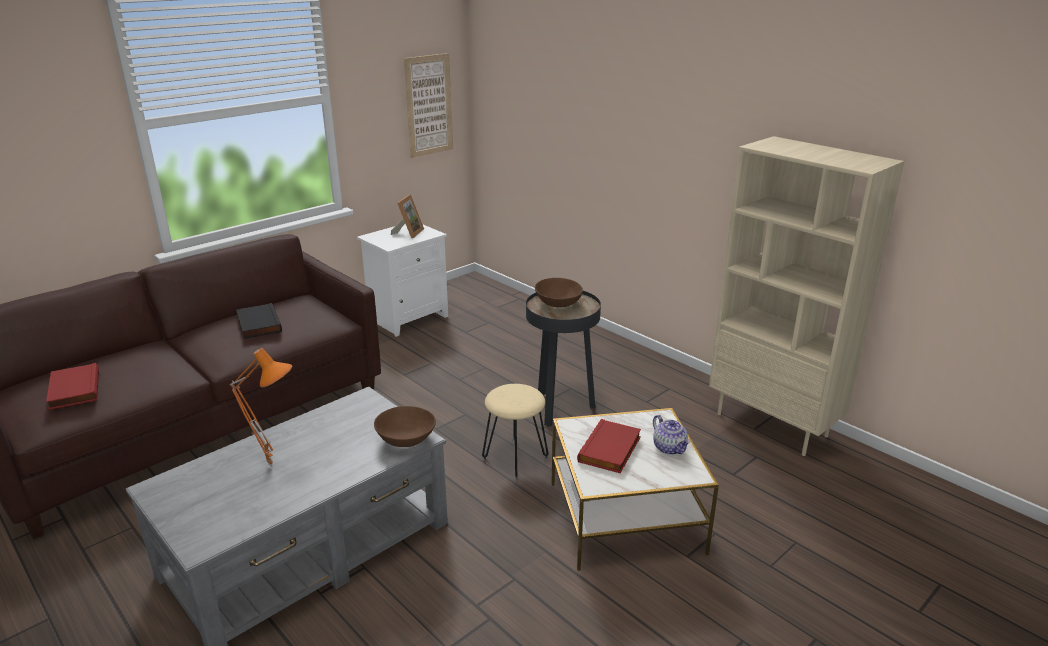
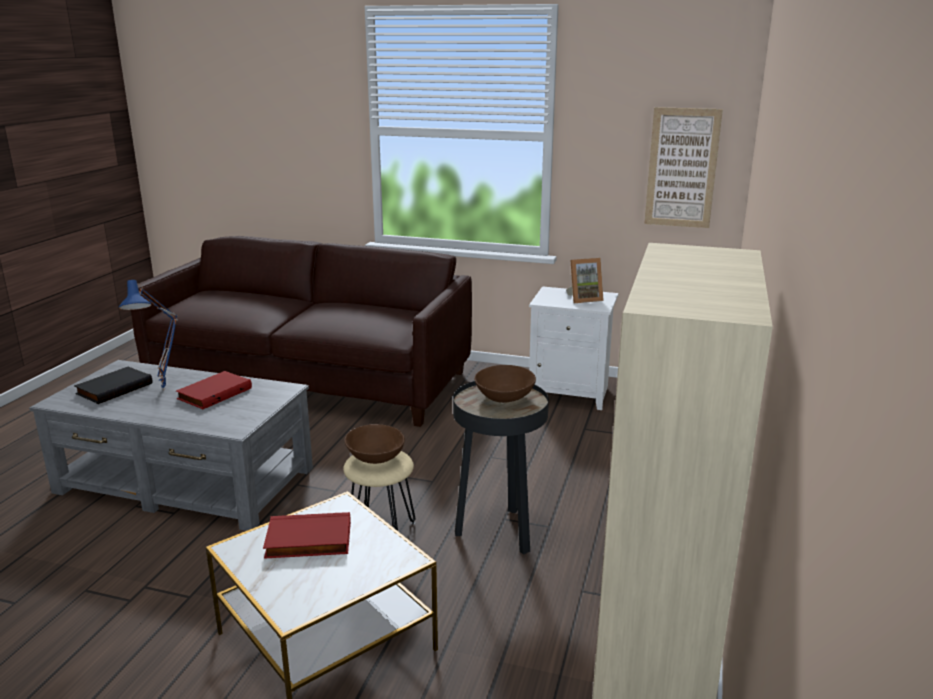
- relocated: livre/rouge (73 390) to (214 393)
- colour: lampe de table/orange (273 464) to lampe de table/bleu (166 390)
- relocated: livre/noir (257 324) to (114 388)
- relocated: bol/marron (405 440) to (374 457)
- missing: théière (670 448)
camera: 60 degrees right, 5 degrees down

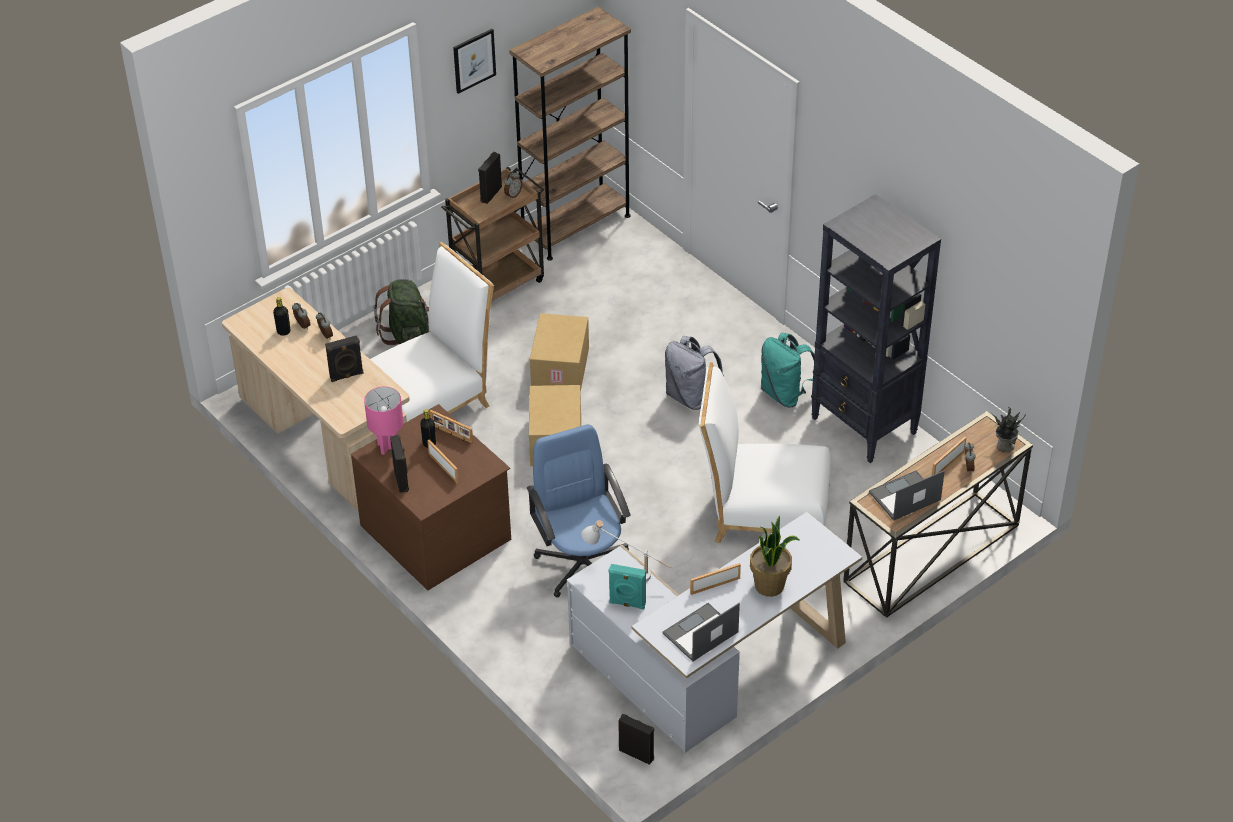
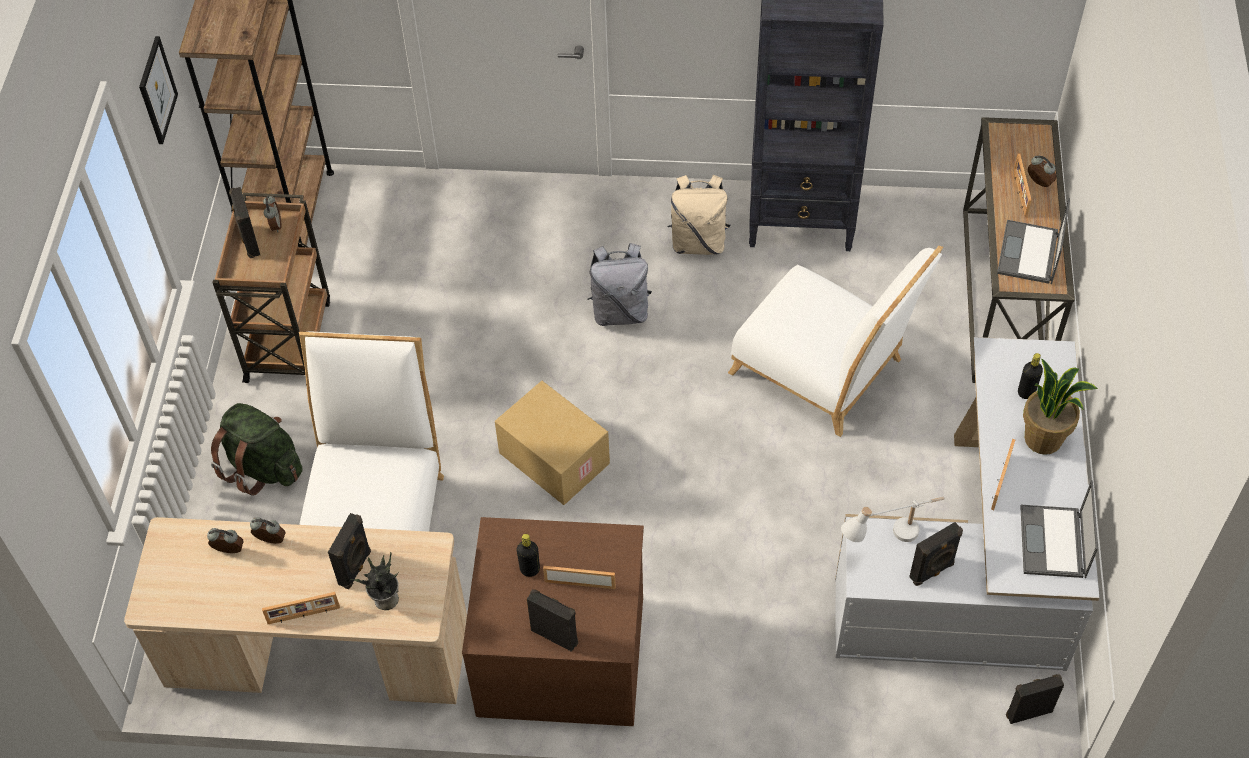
- relocated: bouteille/noir (283 332) to (1026 392)
- missing: lampe de table/rose (387 446)
- relocated: cadre photo (451 434) to (304 616)
- missing: chaise de bureau/bleu (582 564)
- missing: carton (561 369)
- colour: enceinte/turquoise (627 604) to enceinte/noir (932 571)
- spun: chaise/blanc (763 511) = (824 372) 105 degrees counterclockwise
- colour: sac à dos/turquoise (785 394) to sac à dos/beige (698 242)
- relocated: plante en pot (1004 446) to (385 600)
camera: 45 degrees left, 10 degrees up

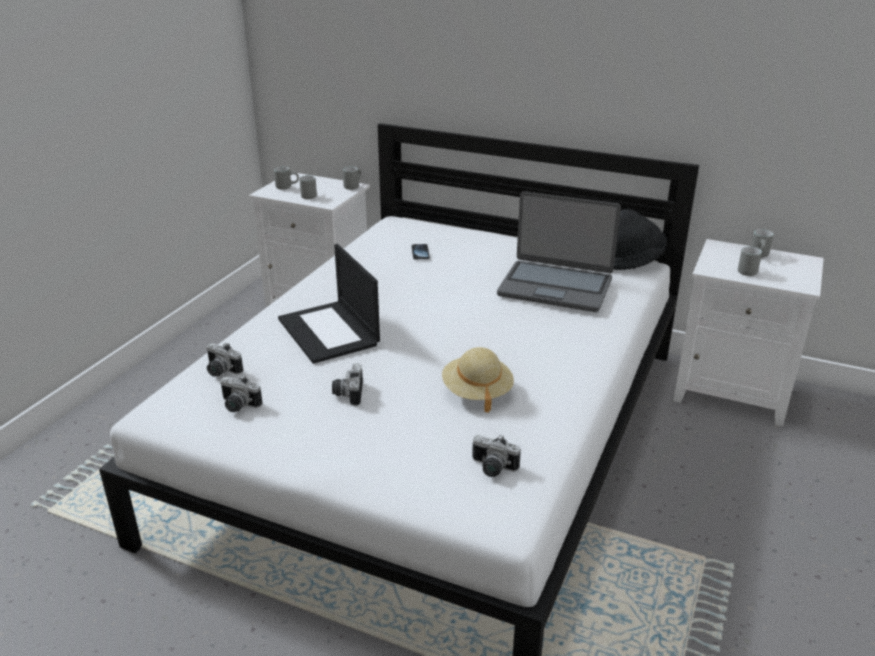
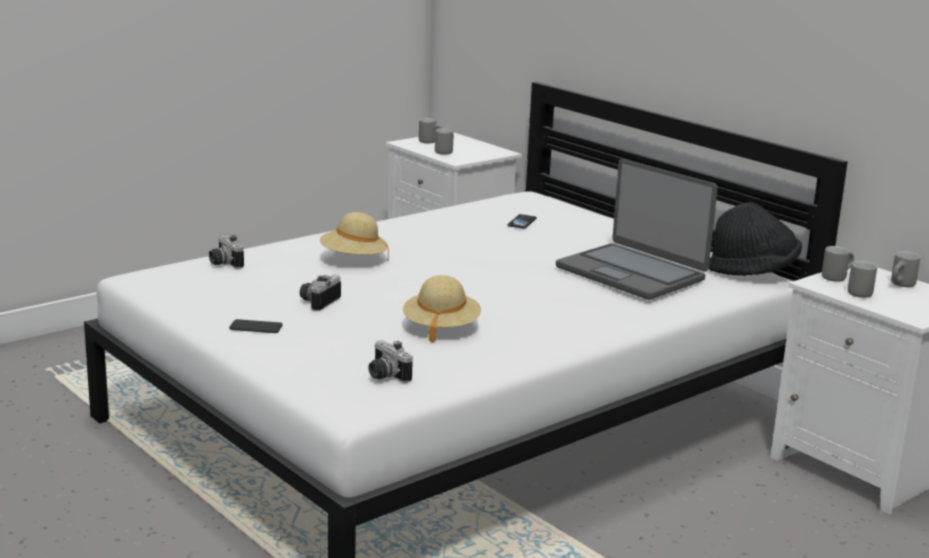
- missing: appareil photo (237 406)
- exchanged: ordinateur portable (329 332) to chapeau/beige (353 259)
- relocated: mug/gris (352 186) to (836 277)
- appeared: téléphone (256 327)
camera: 25 degrees right, 10 degrees down

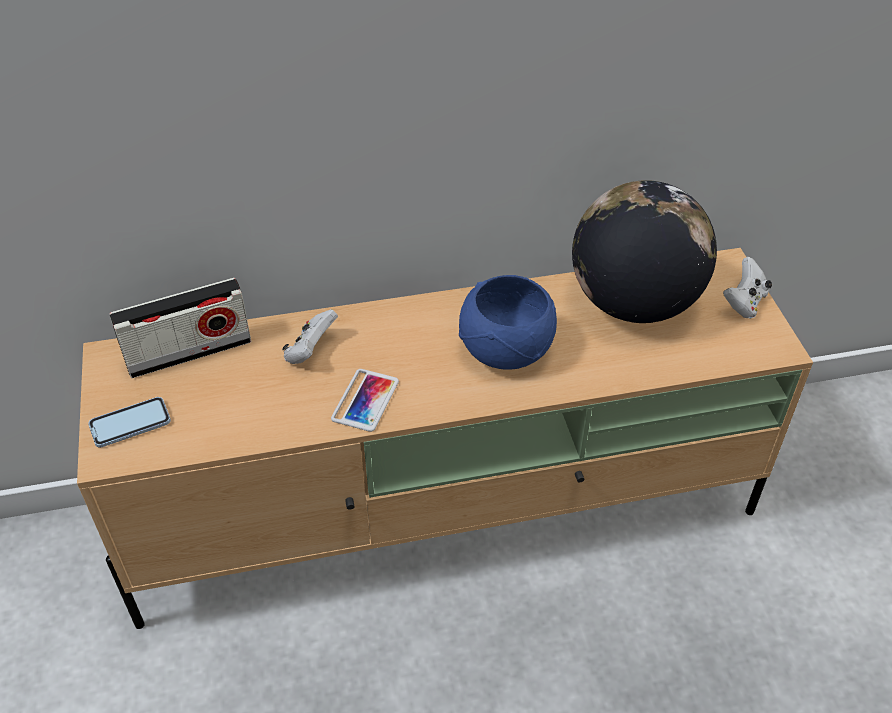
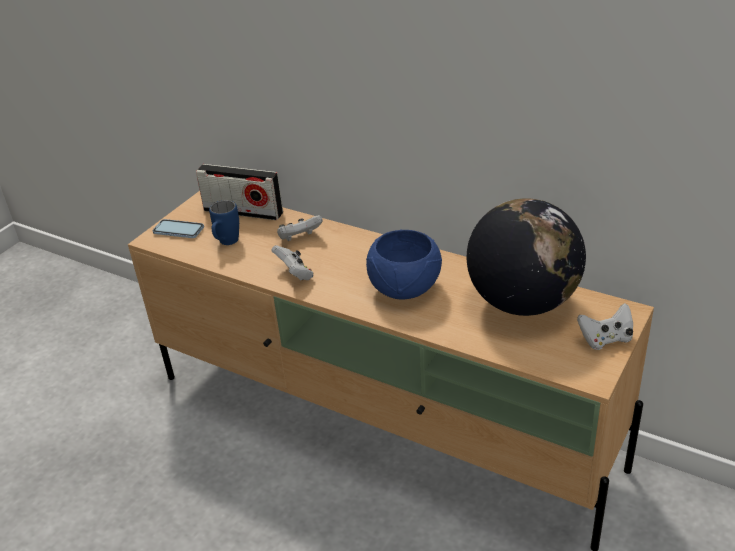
- exchanged: téléphone (365 400) to manette/blanc (295 274)
- appeared: mug/bleu (226 243)
camera: 45 degrees right, 10 degrees down

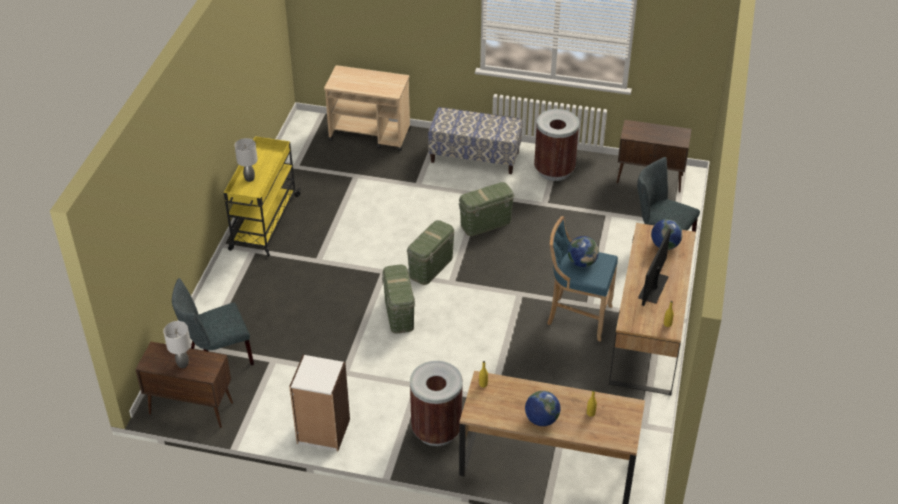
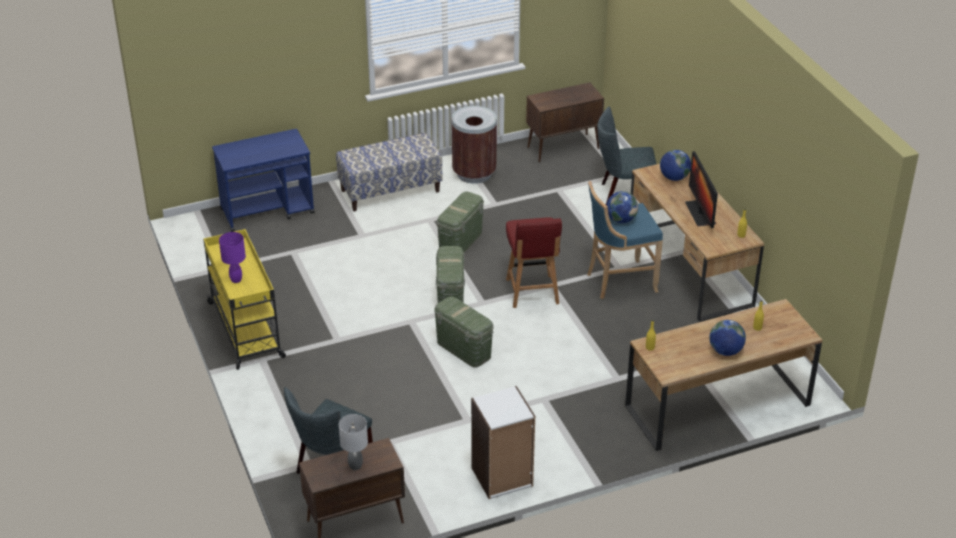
- colour: lampe de table/gris (249 179) to lampe de table/violet (236 280)
- colour: chariot/beige (370 135) to chariot/bleu (268 211)
- missing: poubelle/marron (436 430)
- appeared: chaise/rouge (532 292)
camera: 35 degrees left, 5 degrees down

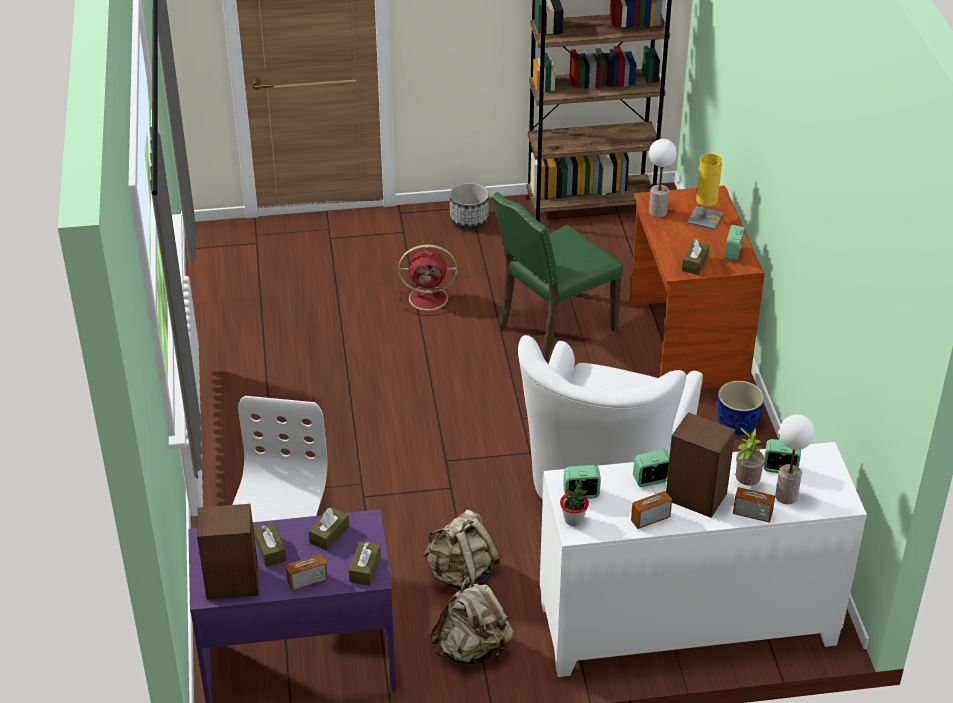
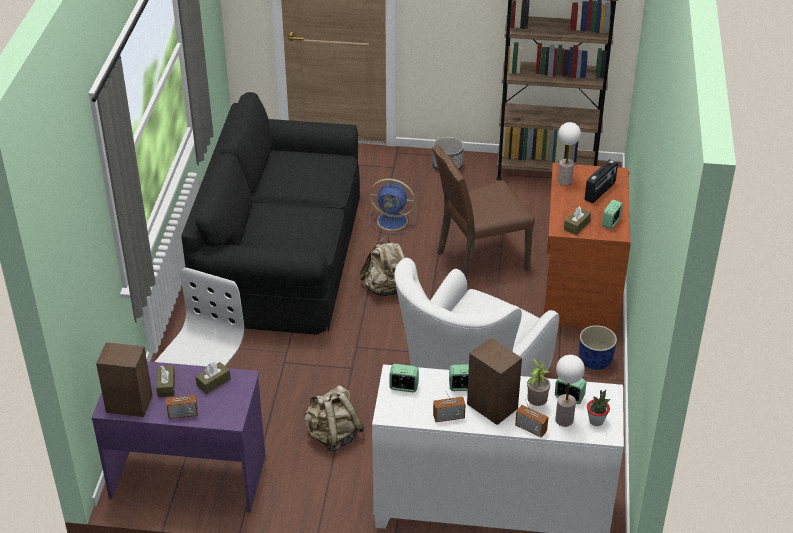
- missing: boîte à mouchoirs/marron (365 569)
- colour: ventilateur/rouge (430 298) to ventilateur/bleu (393 221)
- relocated: sac à dos/beige (472 649) to (387 289)
- colour: chaise/vert (553 328) to chaise/marron (479 260)
- relocated: plante en pot (573 519) to (596 421)
- exchanged: lampe de table/jaune (704 219) to radio (600 192)
- appeared: canapé/noir (281 255)
camera: 15 degrees right, 0 degrees up

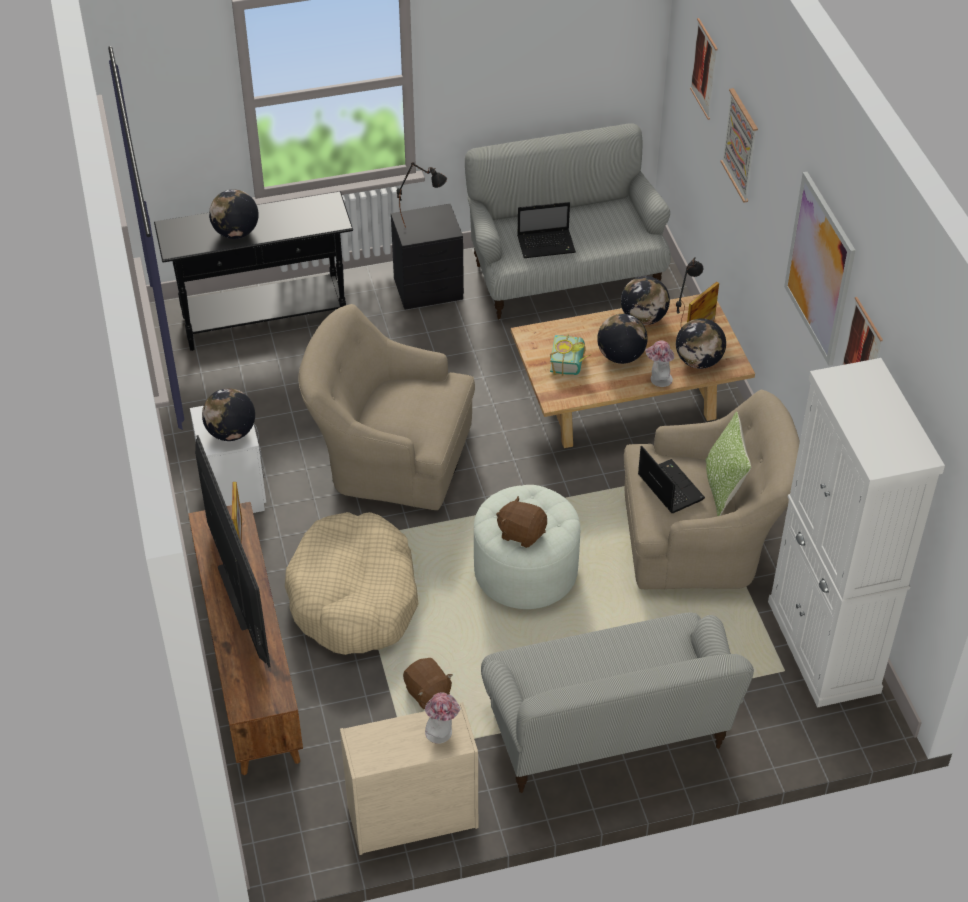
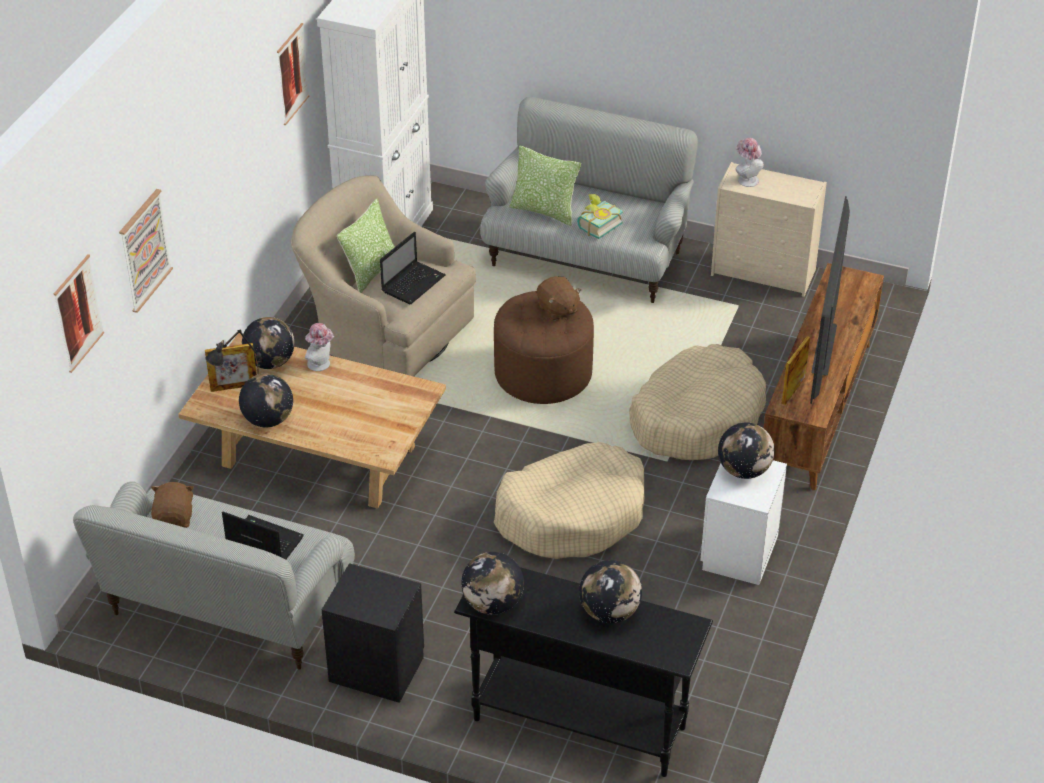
- exchanged: fauteuil/beige (389 456) to panier pour chien/beige (572 515)
- missing: lampe de table/noir (423 224)
- relocated: peluche/marron (427 693) to (175 518)
- colour: pouf/blanc (525 570) to pouf/marron (543 373)
- relocated: livre (571 363) to (596 225)
- relocated: globe (621 356) to (492 604)
- spun: ordinateur portable (669 487) = (414 283) 150 degrees counterclockwise
- missing: tableau (820 268)
- appeared: coussin (544 211)
camera: 145 degrees left, 5 degrees down

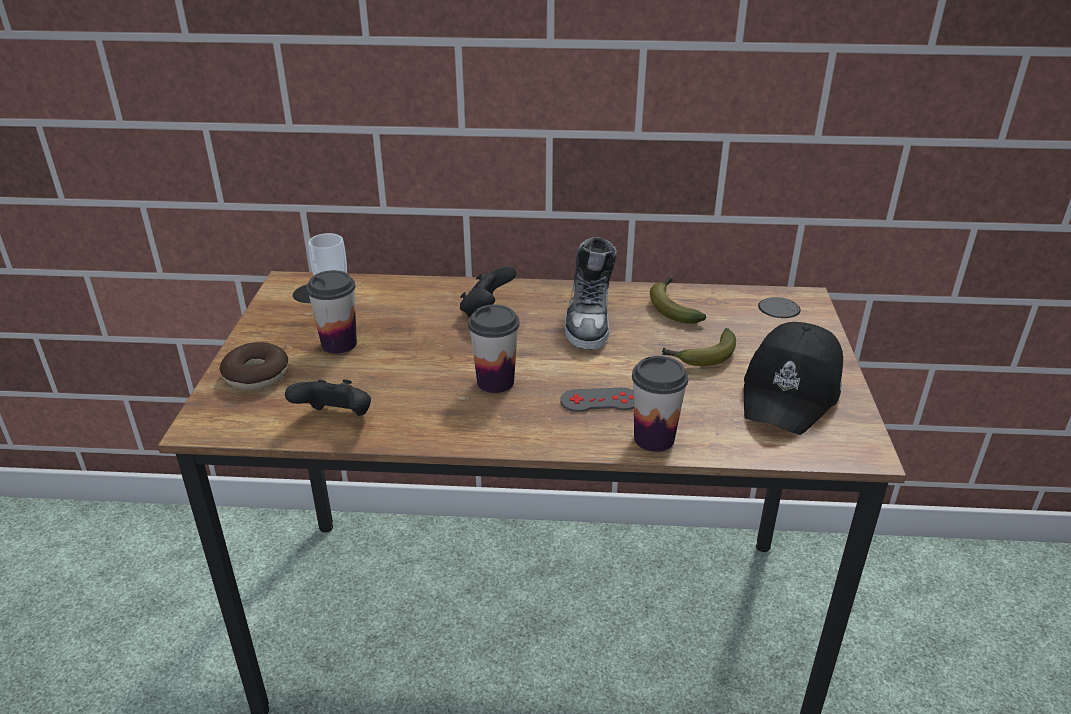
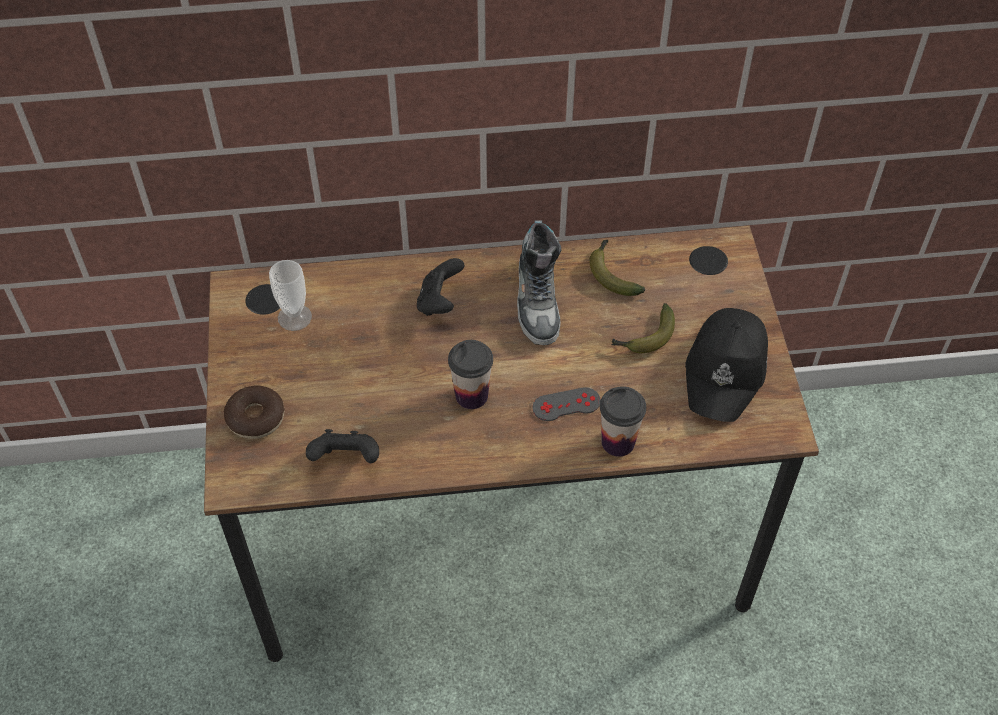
- missing: tasse (339 344)
camera: 10 degrees left, 20 degrees up

